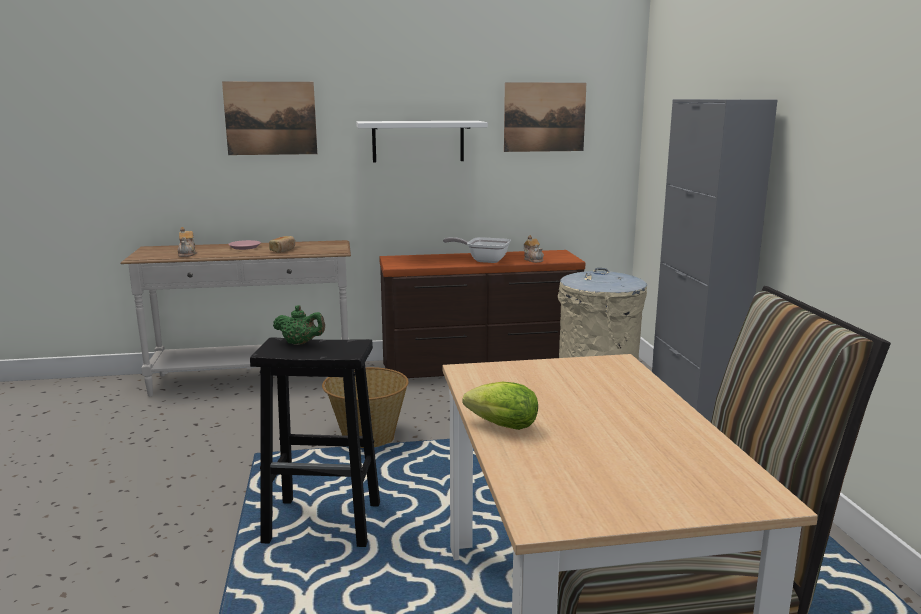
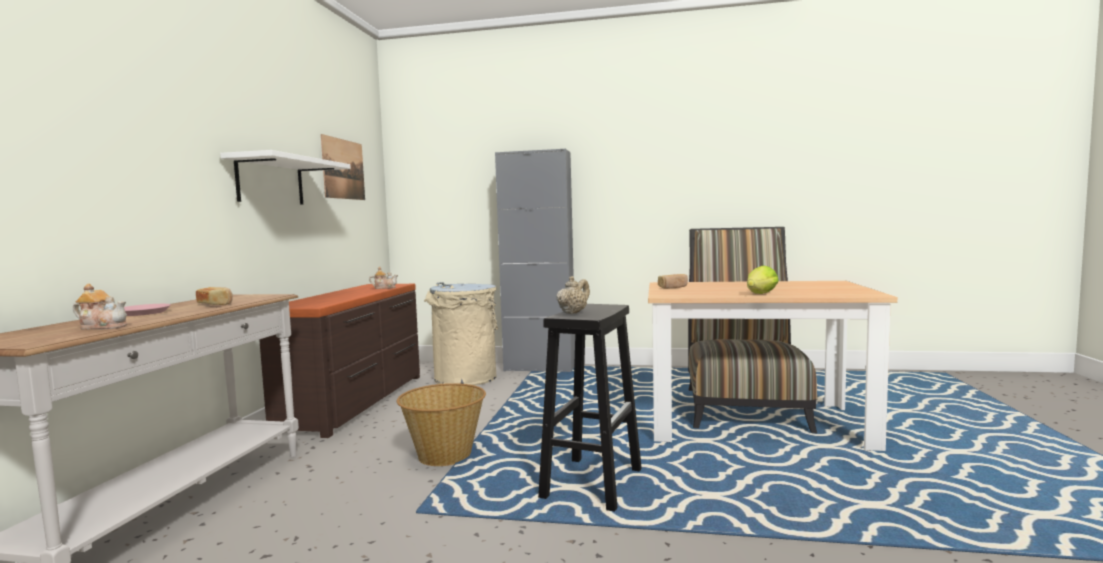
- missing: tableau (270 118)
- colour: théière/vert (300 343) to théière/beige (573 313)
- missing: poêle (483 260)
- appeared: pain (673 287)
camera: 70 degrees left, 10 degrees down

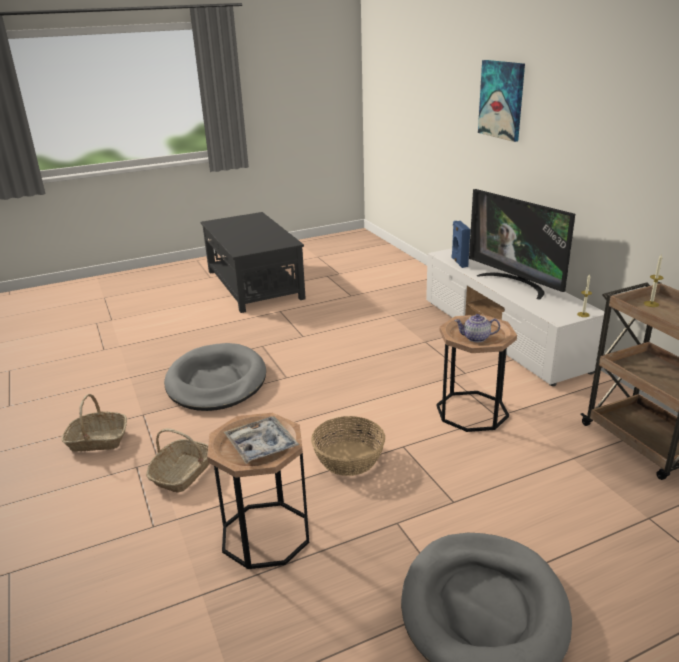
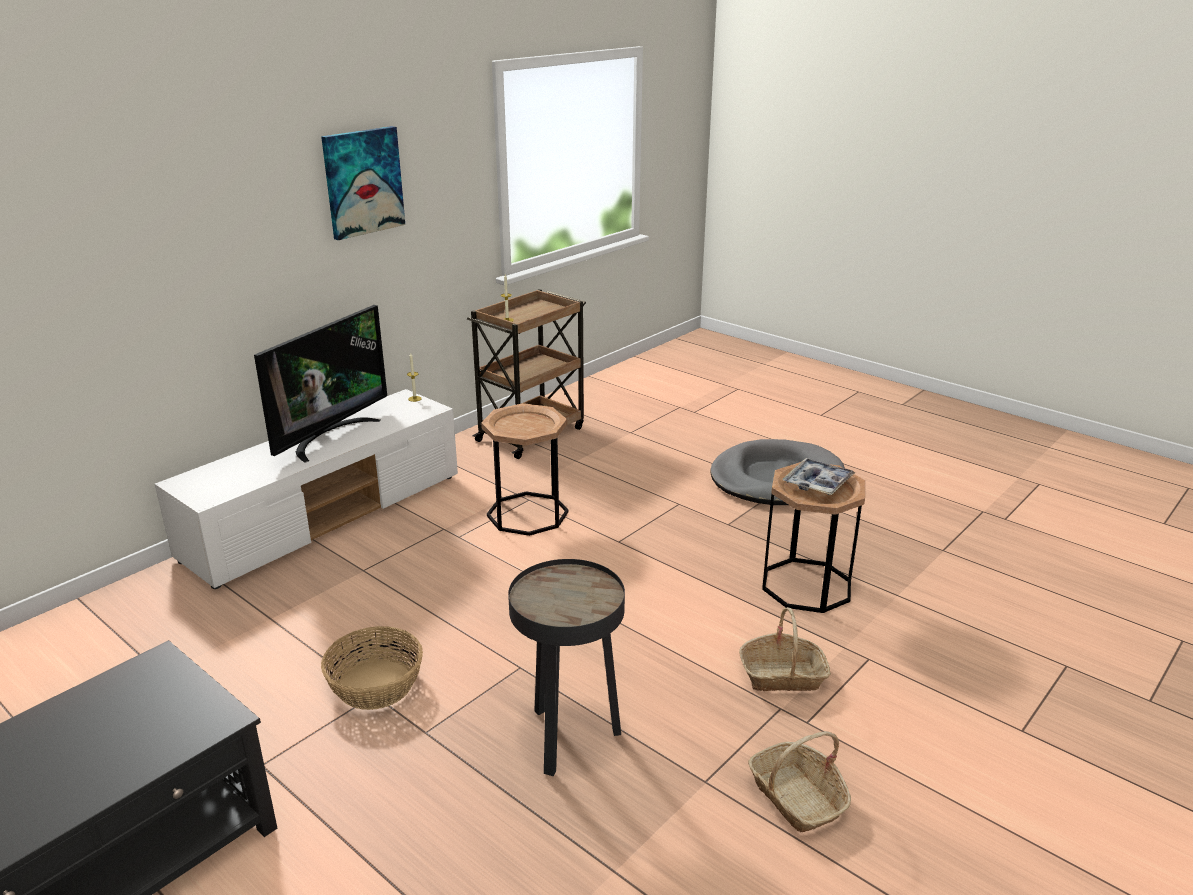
- exchanged: panier pour chien/gris (216 382) to table d'appoint/noir (569 739)
- relocated: panier (348 458) to (375 685)
- missing: enceinte/bleu (458 262)
- missing: théière (476 338)
- relocated: tableau (502 100) to (363 182)
camera: 115 degrees left, 0 degrees up

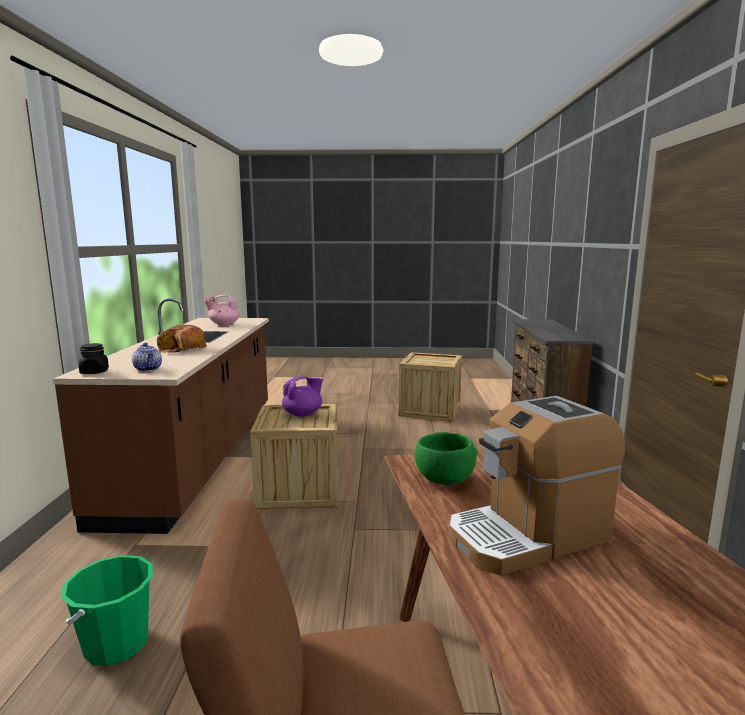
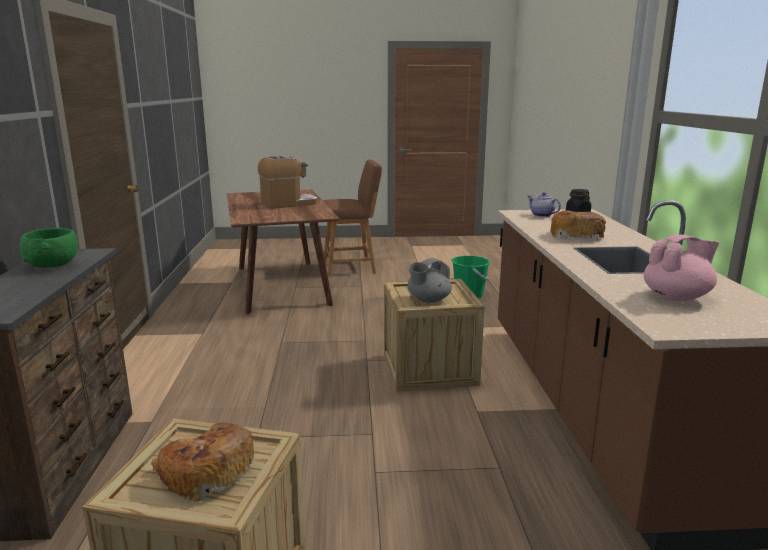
- colour: théière/violet (303 414) to théière/gris (428 300)
- relocated: bol/vert (443 478) to (53 265)
- appeared: pain (206 472)
camera: 175 degrees right, 5 degrees up

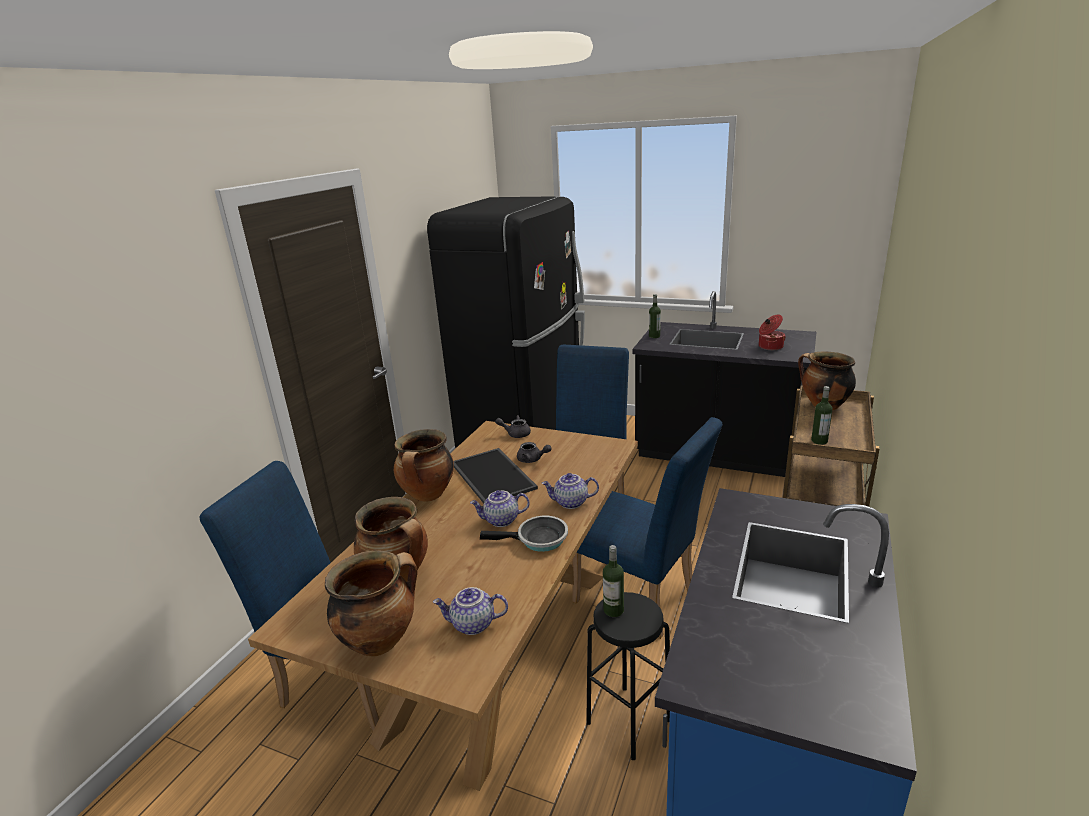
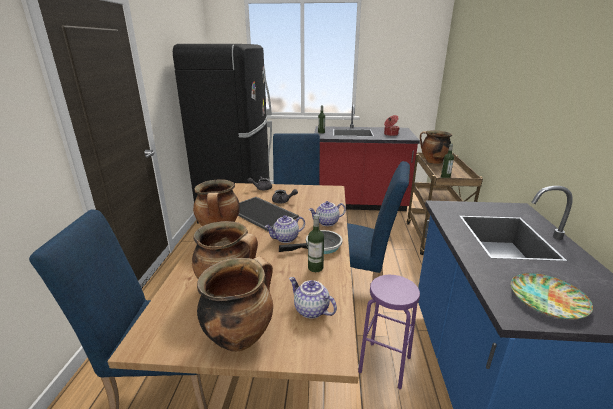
- spun: théière (472 625) = (310 310) 60 degrees clockwise
- colour: tabouret/noir (628 721) to tabouret/violet (384 364)
- relocated: bouteille (613 610) to (315 268)
- colour: comptoir de cuisine/noir (718 455) to comptoir de cuisine/rouge (358 203)
- appeared: assiette (547 299)
camera: 20 degrees left, 0 degrees up

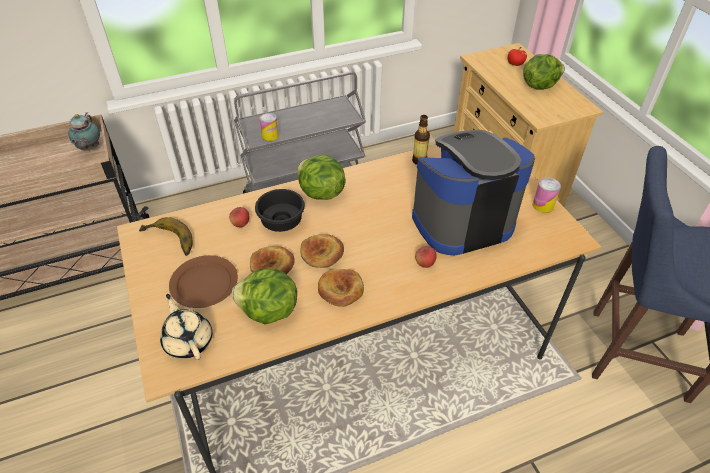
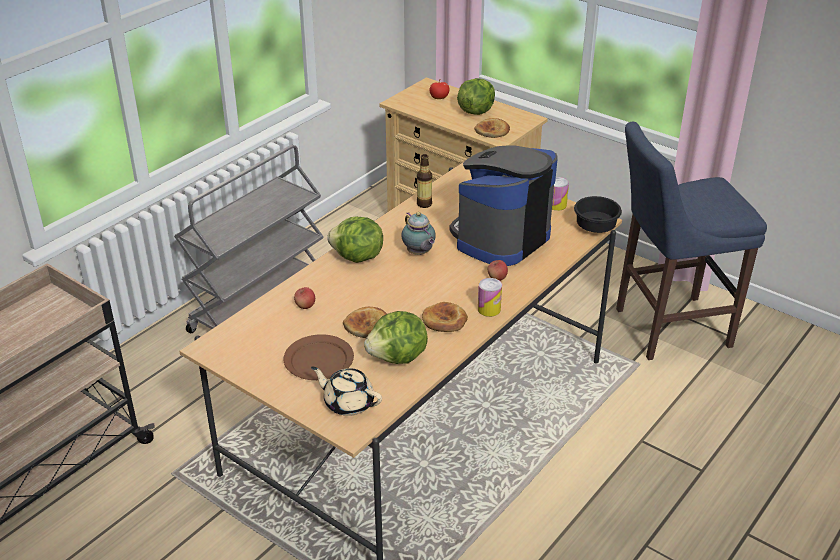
- relocated: théière (89 149) to (419 253)
- missing: banane (168 242)
- relocated: bol/noir (282 223) to (597 228)
- relocated: boîte métallique (270 136) to (489 309)
- relocated: pain (322 253) to (492 131)
camera: 30 degrees left, 10 degrees down

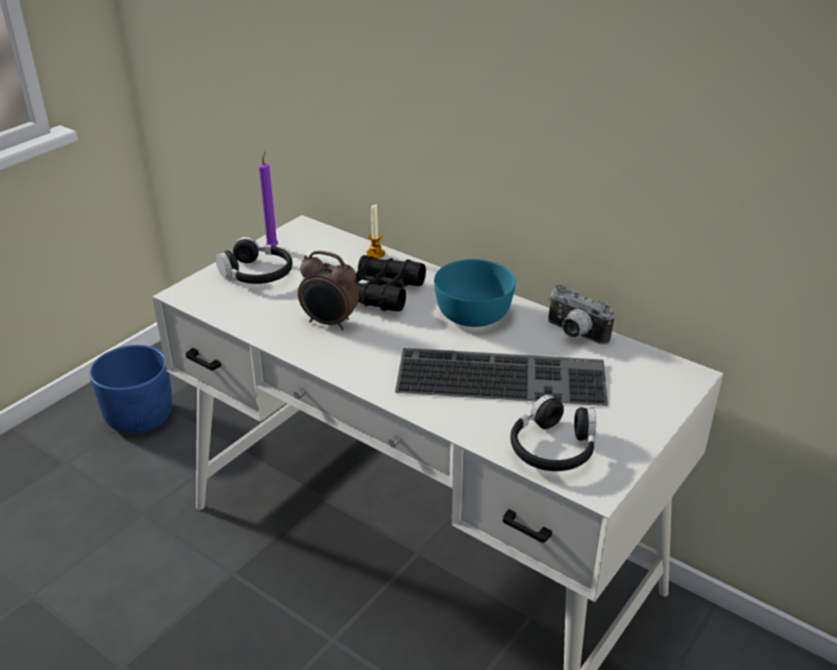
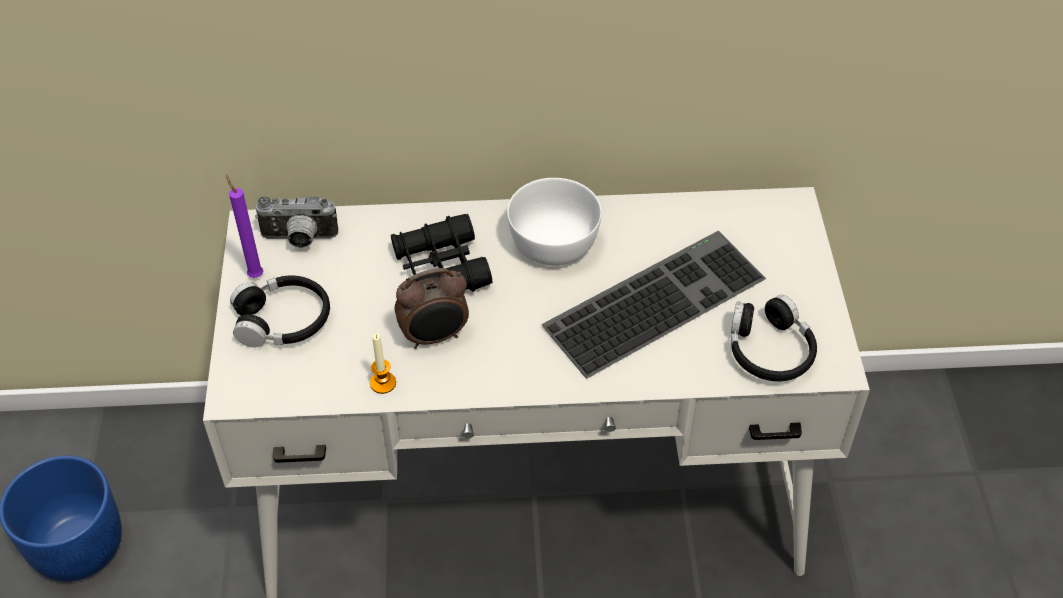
- relocated: bougie (375 254) to (383 383)
- colour: bol/turquoise (474 313) to bol/blanc (554 241)
- relocated: appareil photo (574 334) to (299 240)
camera: 40 degrees left, 15 degrees up

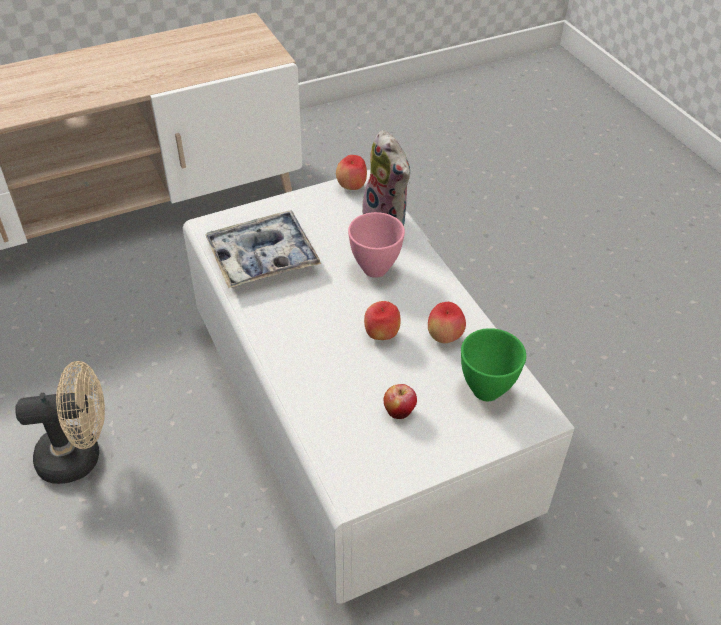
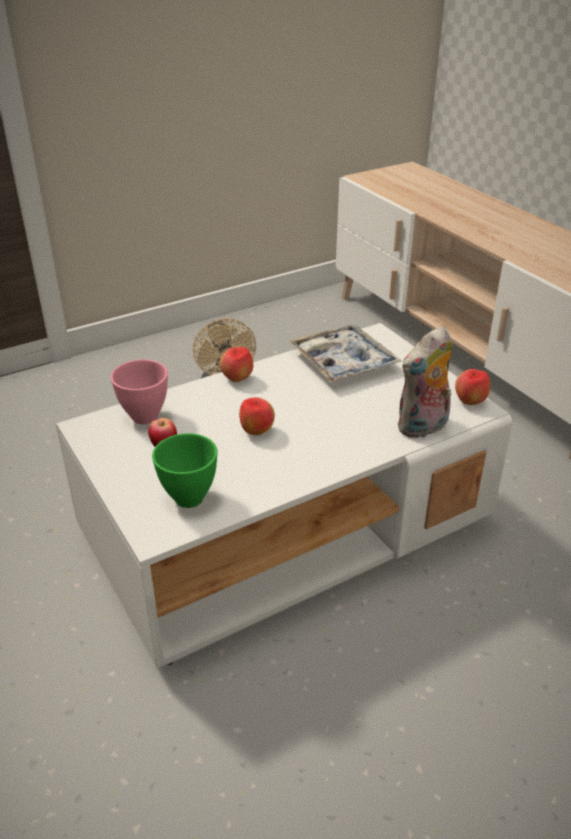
- relocated: bol/rose (374 269) to (144 416)
- relocated: pomme (444 337) to (237 379)
camera: 85 degrees right, 10 degrees down

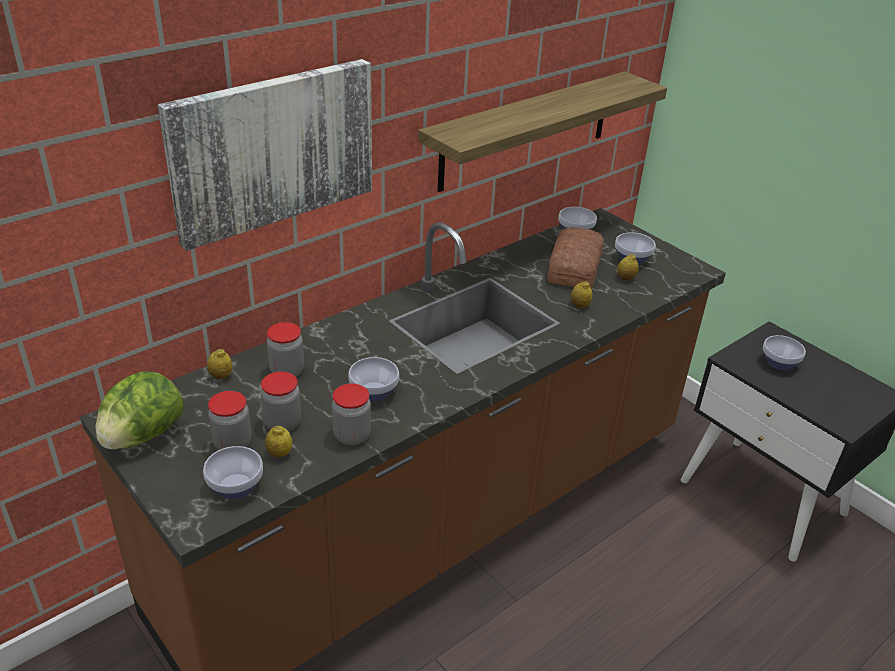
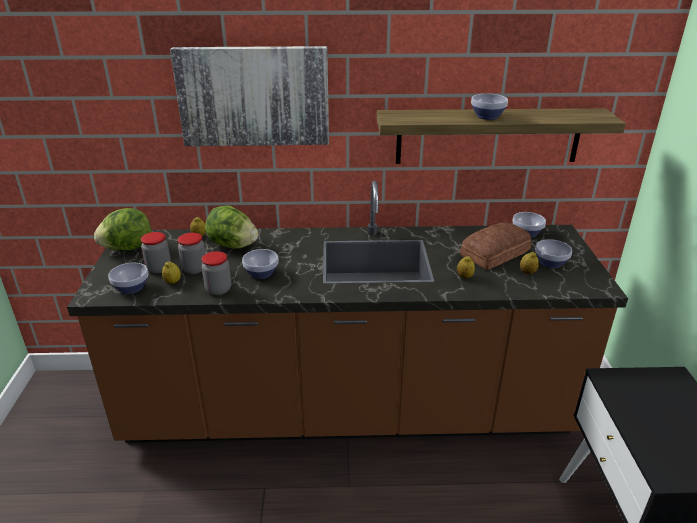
- exchanged: bocal (287 371) to laitue (233 246)
- relocated: bol (778 362) to (488 116)
camera: 40 degrees right, 5 degrees down

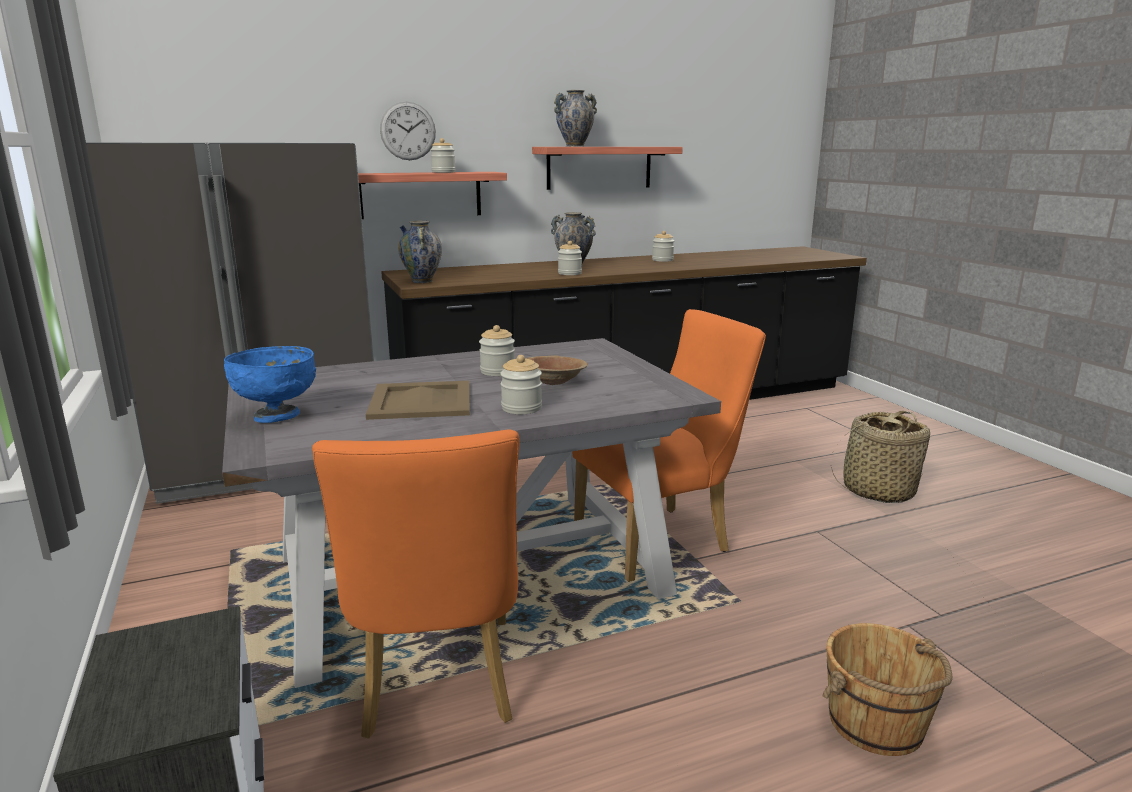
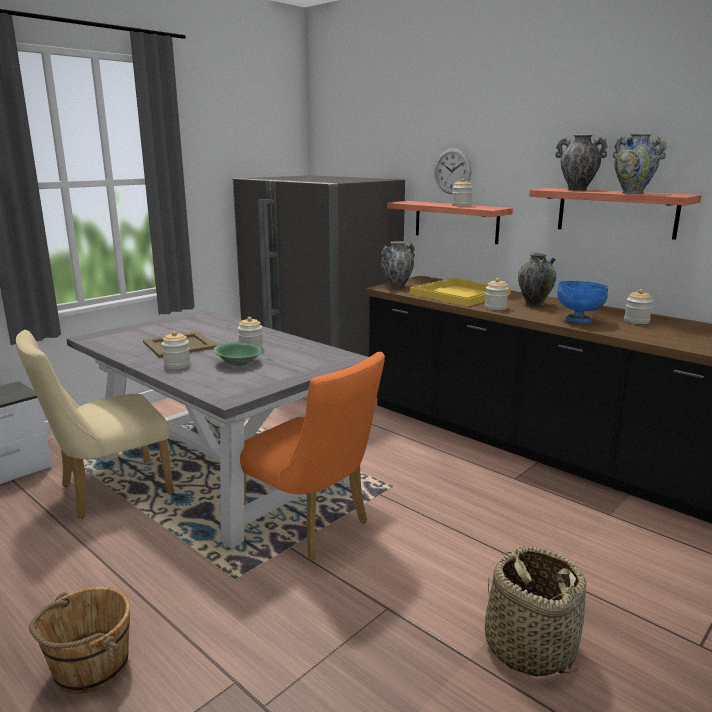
- relocated: bol/bleu (278 416) to (579 320)
- colour: chaise/orange (437 686) to chaise/beige (107 491)
- colour: bol/marron (553 381) to bol/vert (238 363)
- appeared: plateau/jaune (458 294)
- appeared: vase (632 193)
camera: 65 degrees right, 0 degrees up

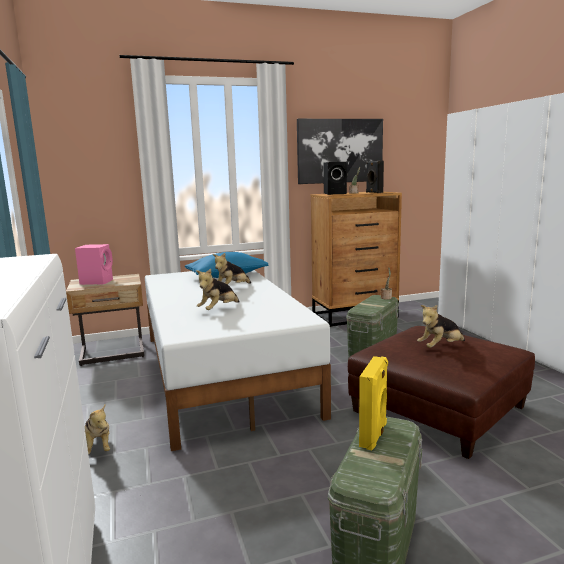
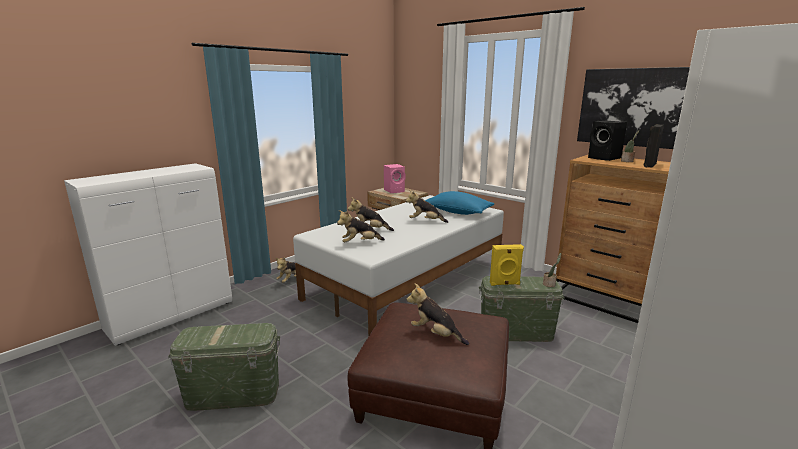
- relocated: enceinte/jaune (374 435) to (505 284)
- appeared: peluche (360 243)
camera: 60 degrees right, 5 degrees up

